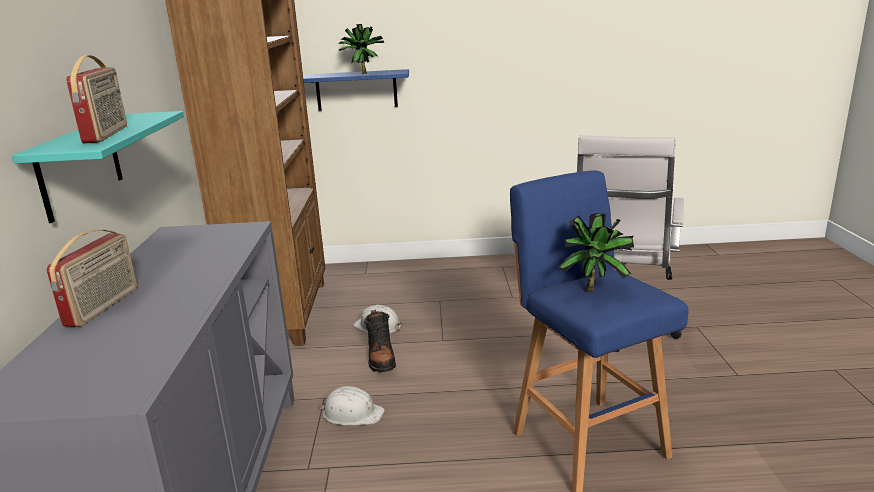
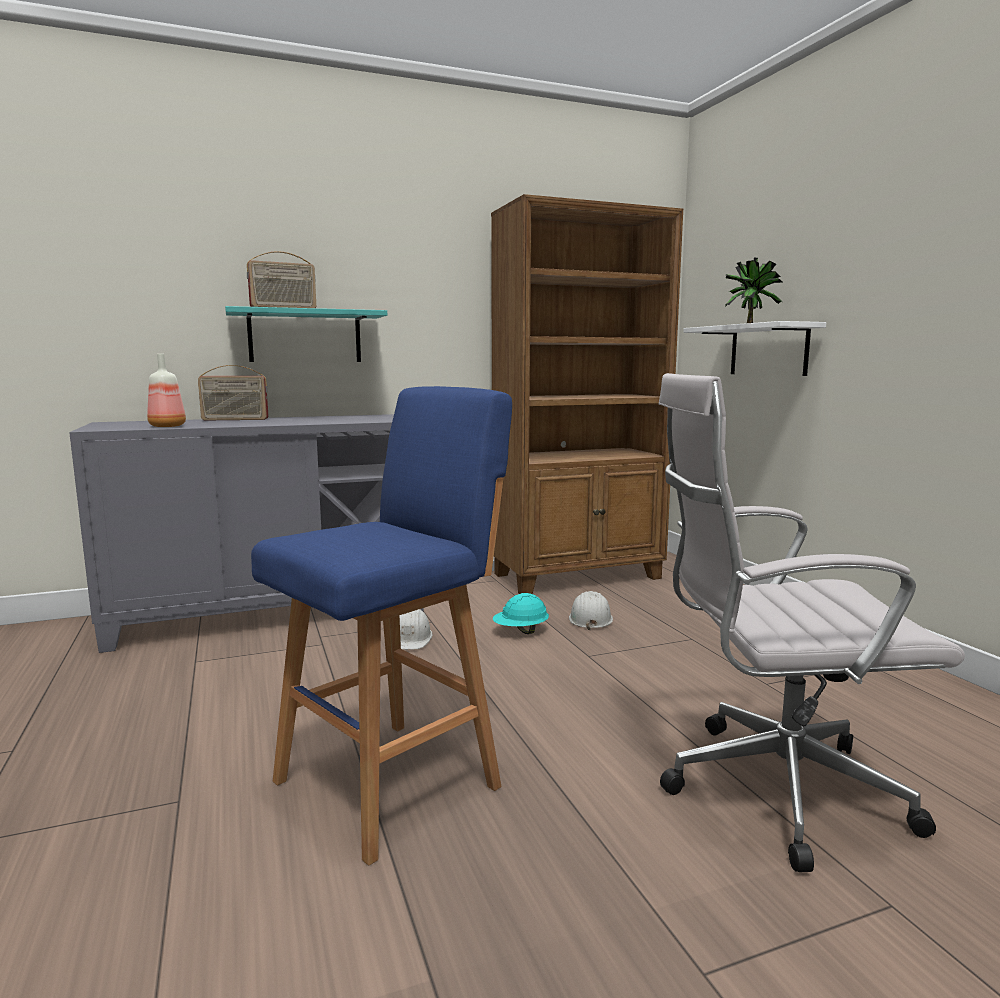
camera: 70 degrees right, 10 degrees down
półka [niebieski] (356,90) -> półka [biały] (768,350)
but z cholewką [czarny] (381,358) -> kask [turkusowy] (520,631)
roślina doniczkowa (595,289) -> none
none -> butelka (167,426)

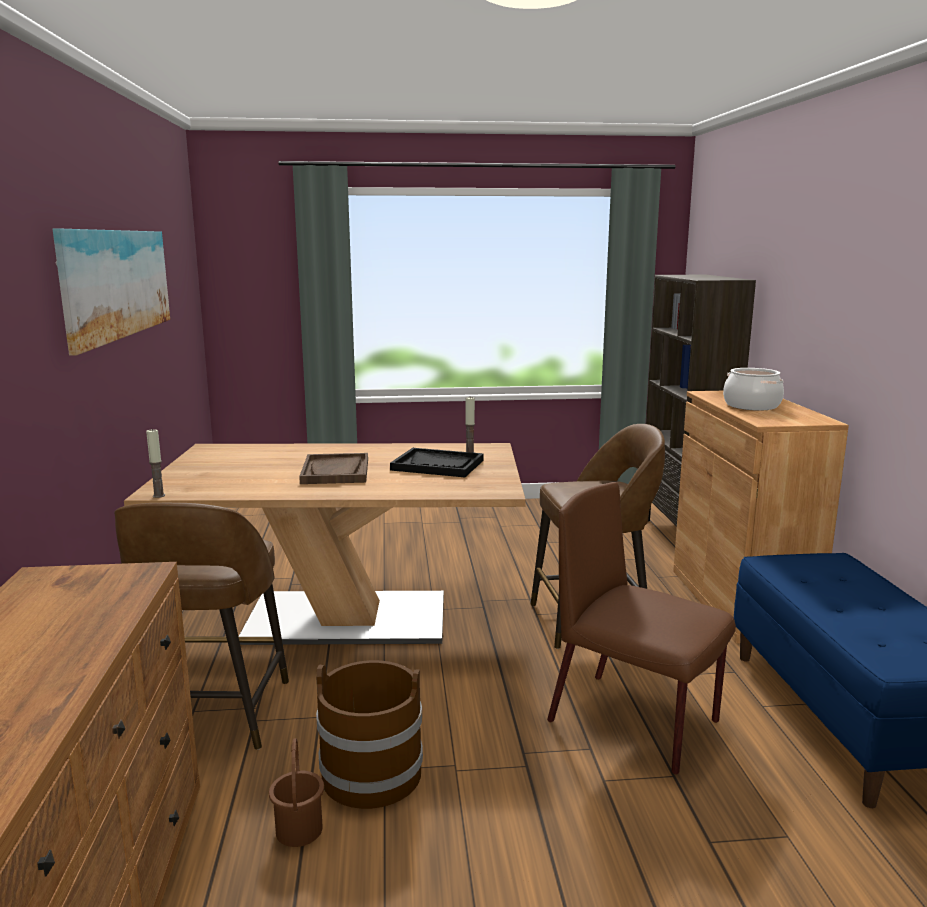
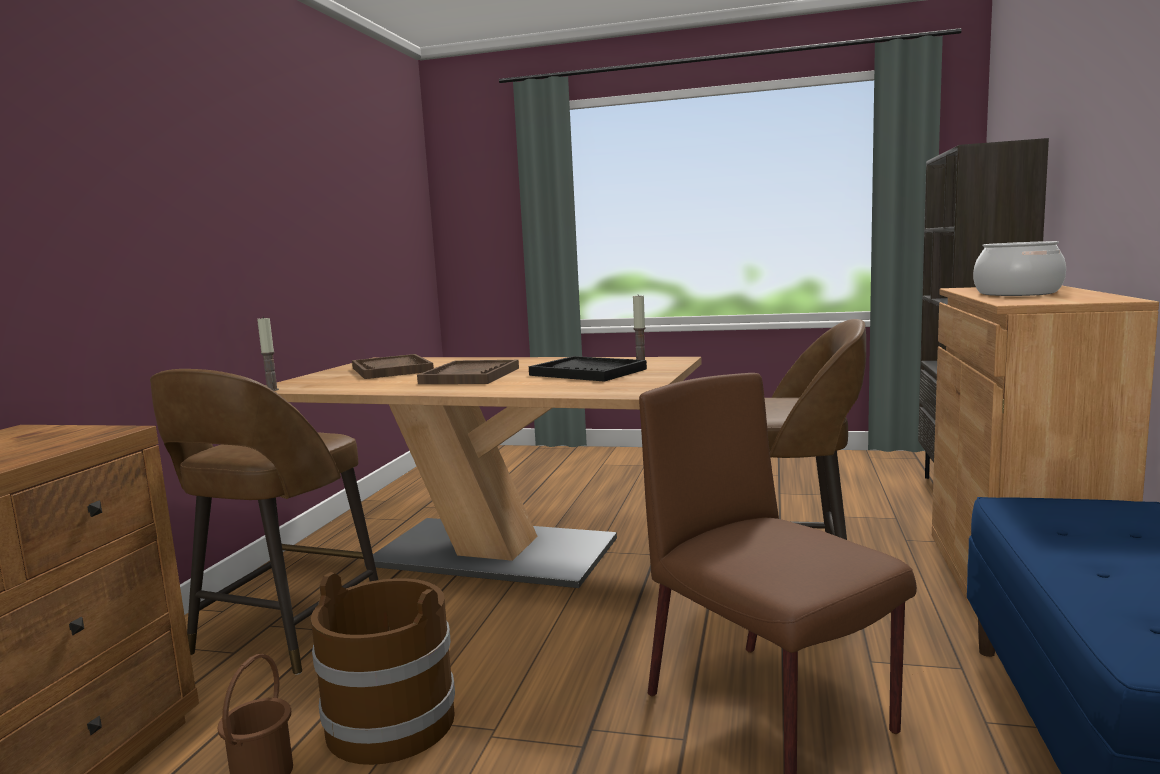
camera: 20 degrees right, 5 degrees down
obraz (115,283) -> none
none -> taca [brązowy] (392,369)

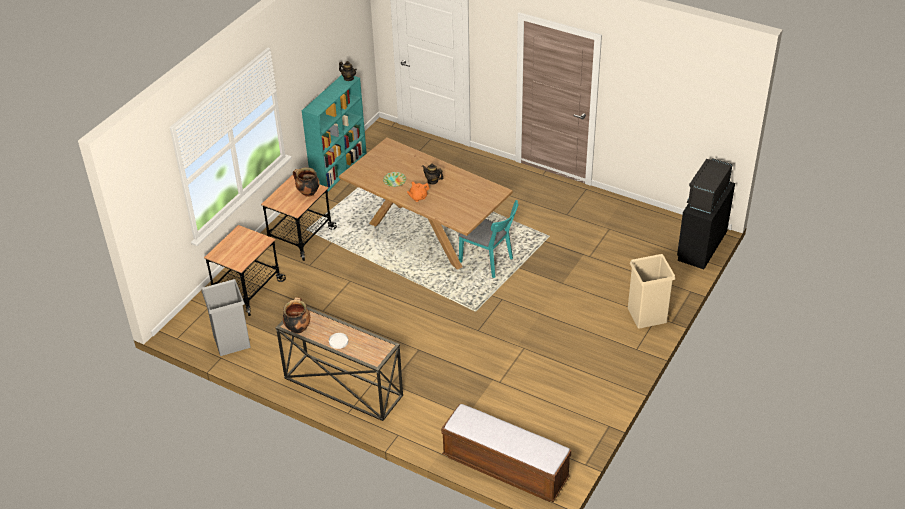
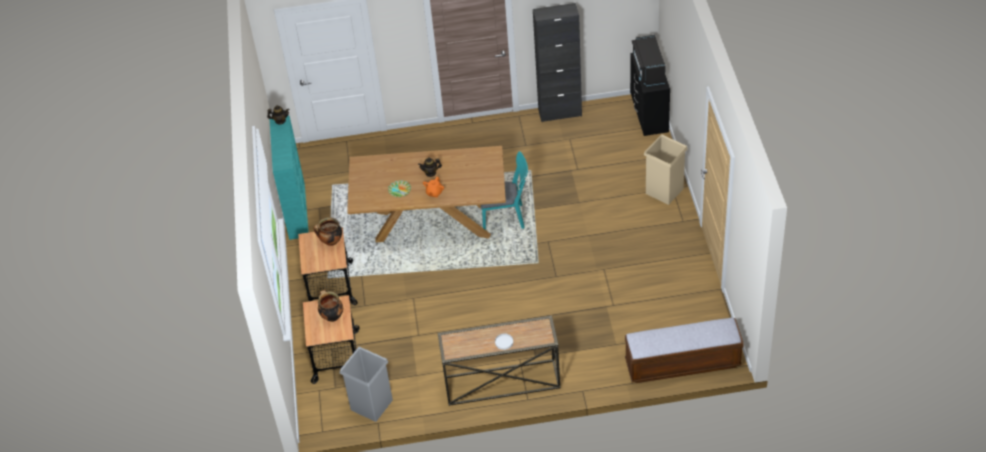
camera: 35 degrees left, 5 degrees up
garnek (298,328) -> garnek (331,316), move
none -> szafka [czarny] (560,113)

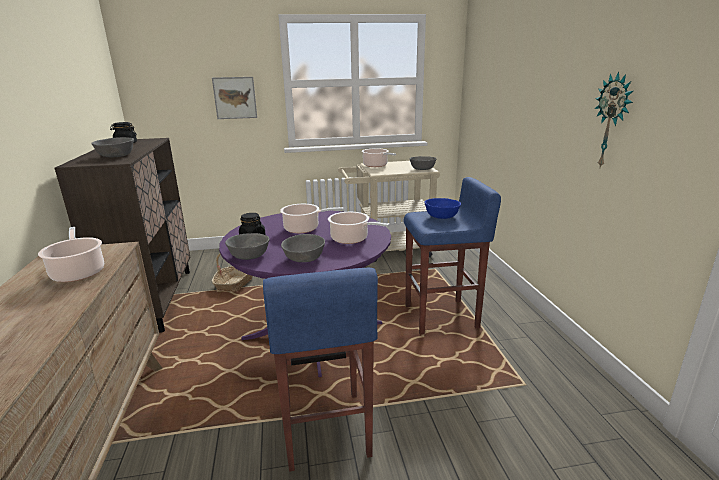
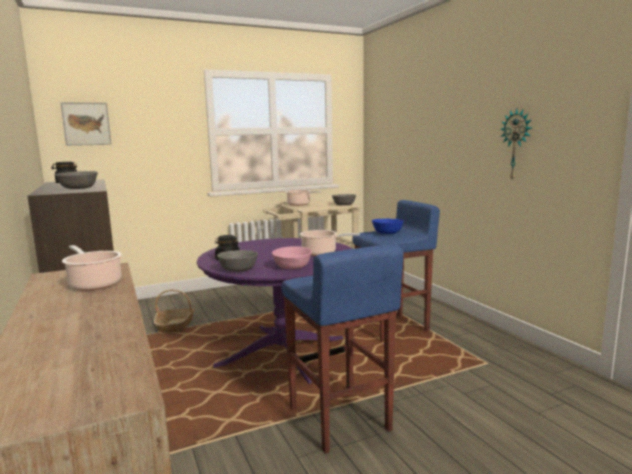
camera: 15 degrees left, 10 degrees down
obraz (235,98) -> obraz (86,124), move
garnek (304,228) -> none
miska [szary] (304,258) -> miska [różowy] (292,267)

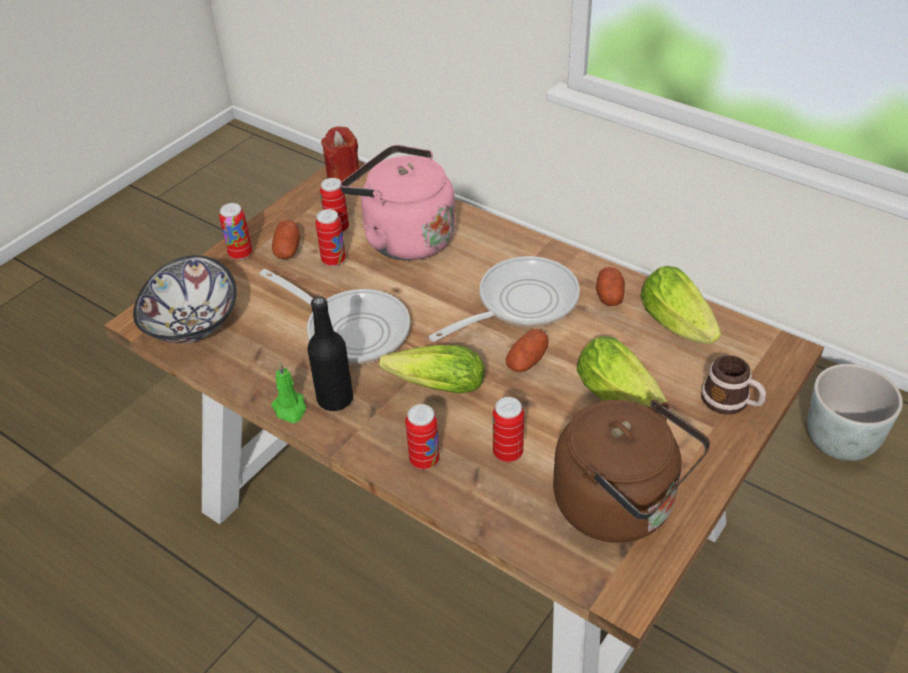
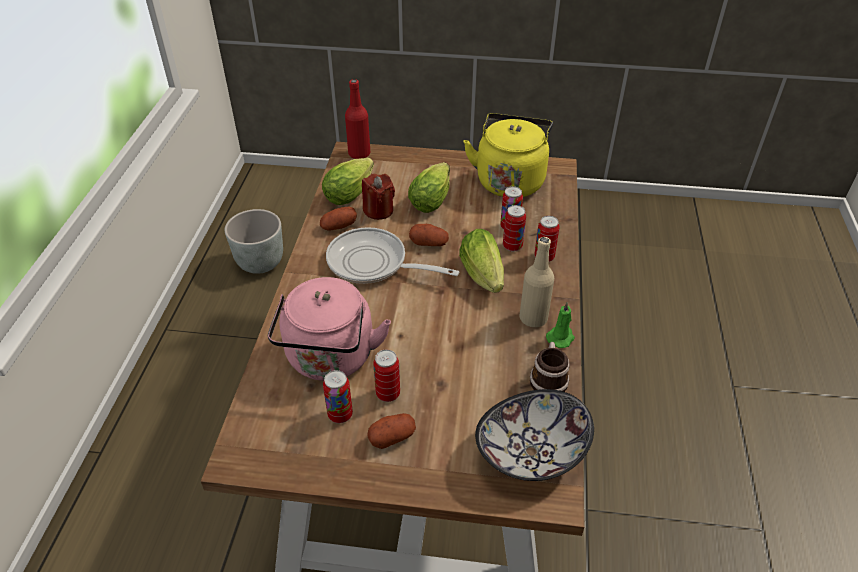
camera: 120 degrees left, 0 degrees up
puszka (240,254) -> puszka (512,246), move
patelnia (351,329) -> none
butelka [czarny] (335,399) -> butelka [beżowy] (533,318)
świeca [czerwony] (343,175) -> świeca [czerwony] (378,210), move
czajnik [brązowy] (620,506) -> czajnik [żółty] (510,180)
kubek (731,402) -> kubek (548,378), move
none -> butelka [czerwony] (359,154)

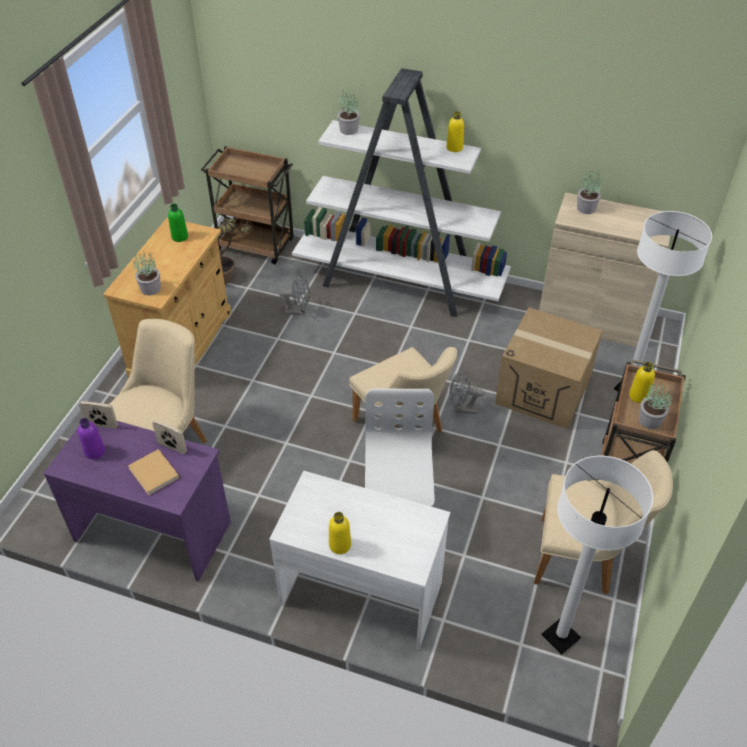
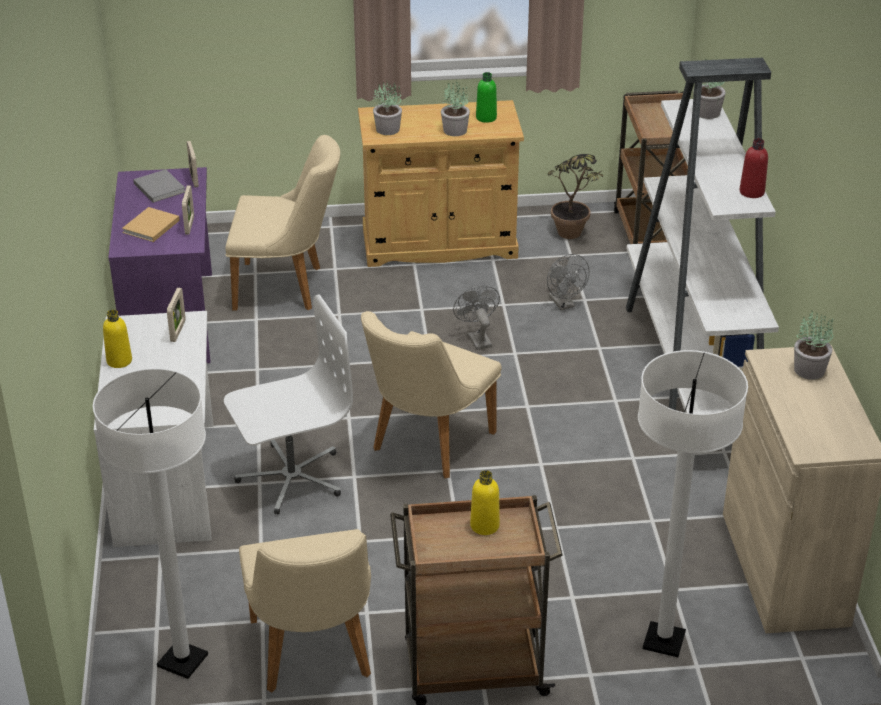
camera: 65 degrees right, 10 degrees down
butelka [fioletowy] (95,451) -> książka [szary] (159,187)
butelka [żółty] (454,148) -> butelka [czerwony] (751,192)
wentylator [szary] (462,408) -> wentylator [szary] (477,338), move
karton (543,390) -> none
roślina doniczkowa (649,420) -> roślina doniczkowa (454,130), move
none -> ramka na zdjęcie (178,331)

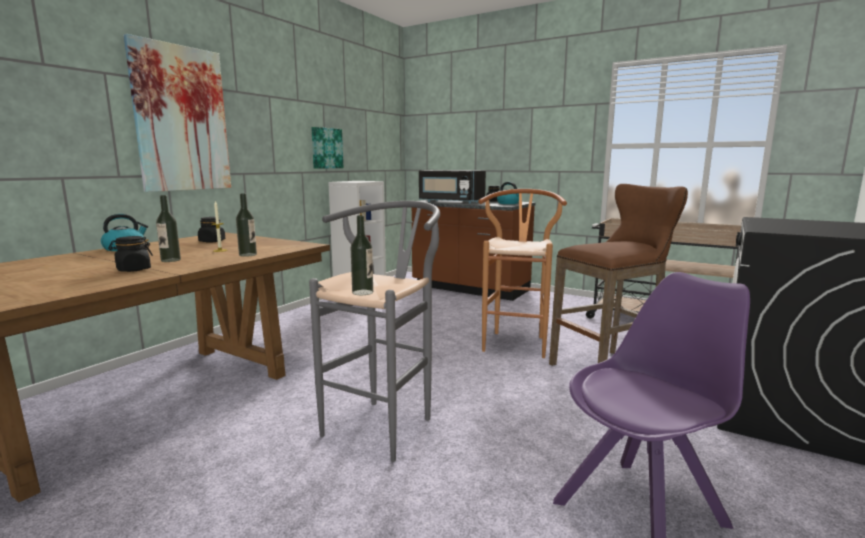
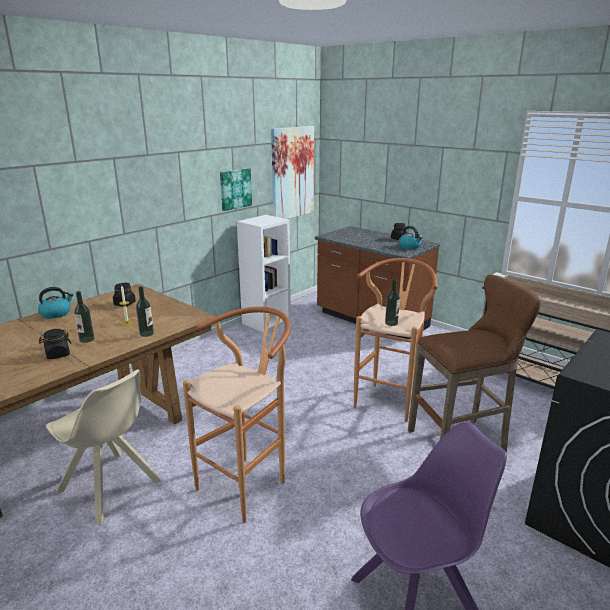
camera: 10 degrees right, 10 degrees up
obraz (181,119) -> obraz (292,173), move
stołek [szary] (385,423) -> stołek [brązowy] (248,482)
butelka (362,292) -> butelka (391,323), move
mikrofalówka [czarny] (450,202) -> none
none -> krzesło [beżowy] (111,487)

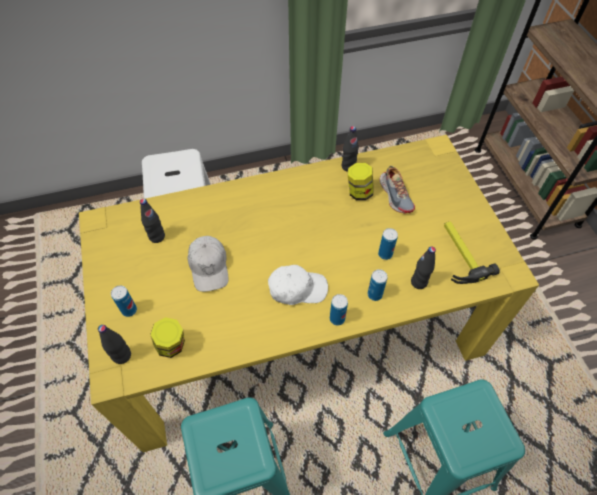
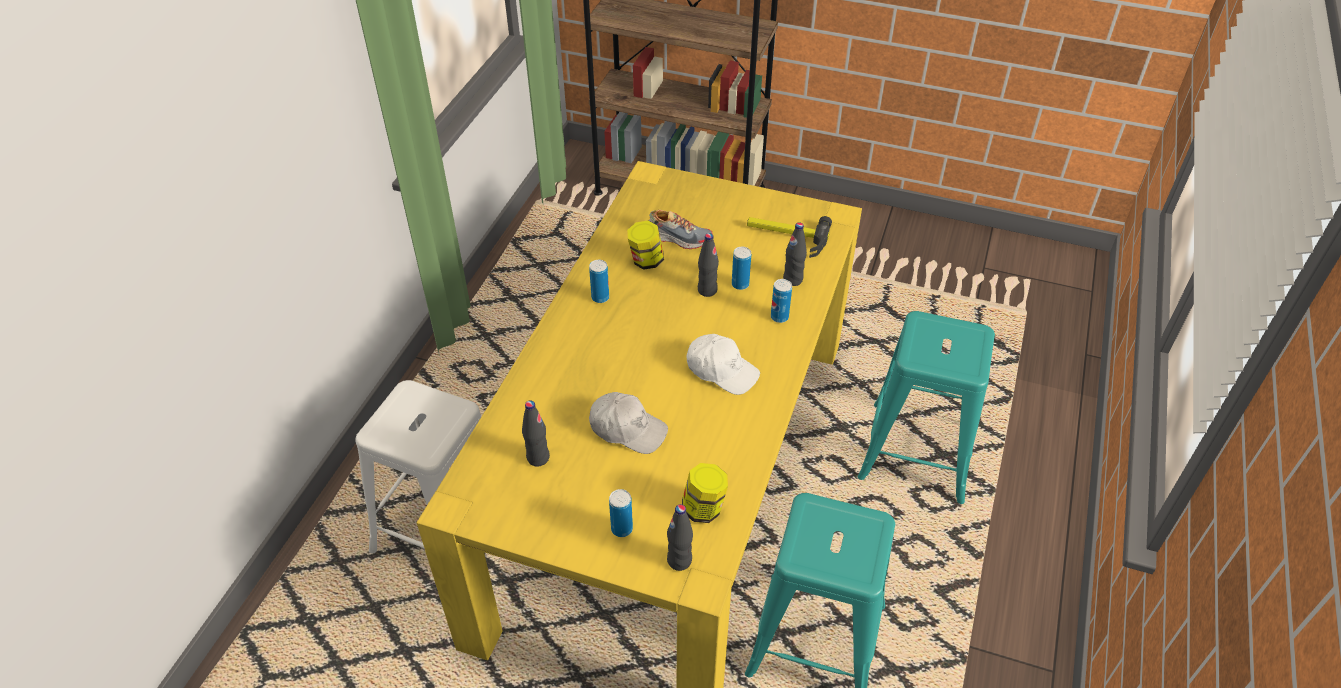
camera: 55 degrees left, 10 degrees down
czapka z daszkiem [biały] (297,288) -> czapka z daszkiem [biały] (722,370), 90 degrees clockwise
puszka (337,319) -> puszka (600,297), move
butelka [czarny] (348,166) -> butelka [czarny] (707,290), move

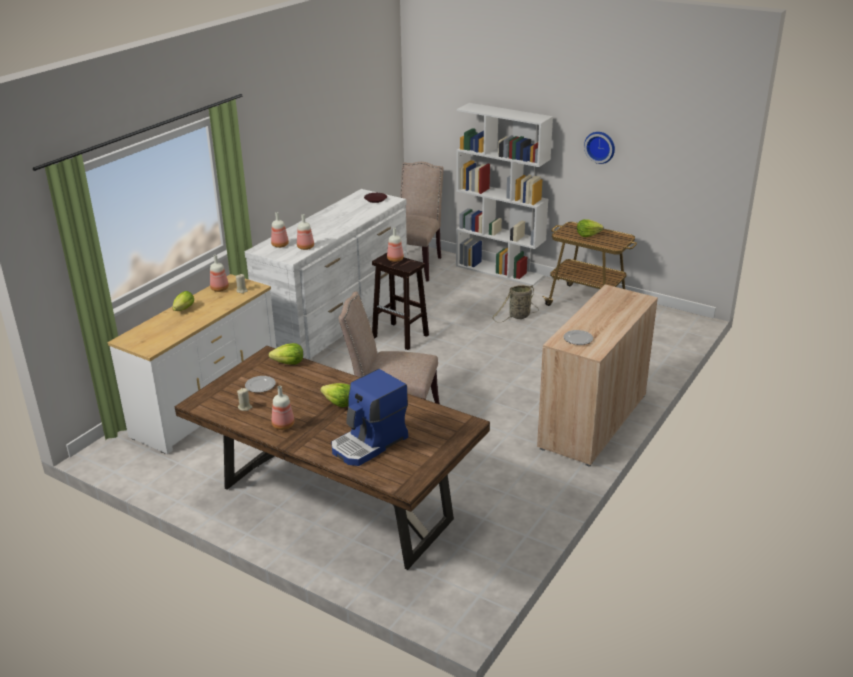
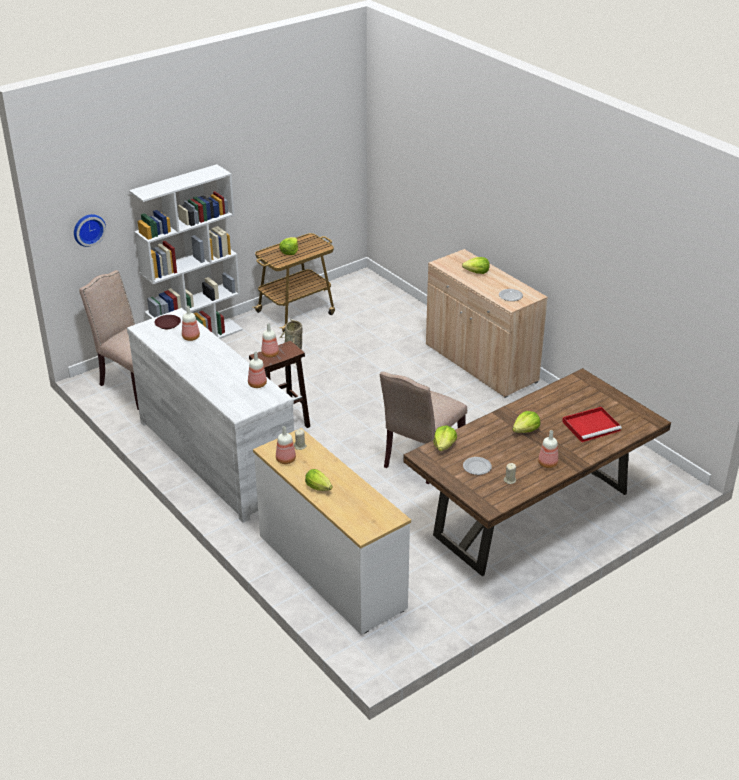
camera: 70 degrees left, 5 degrees up
butelka (280,245) -> butelka (190,337), move
ekspres do kawy (370,444) -> taca [czerwony] (592,426)
zegar ścienny (600,147) -> zegar ścienny (88,229), move
none -> sałata (477,272)

